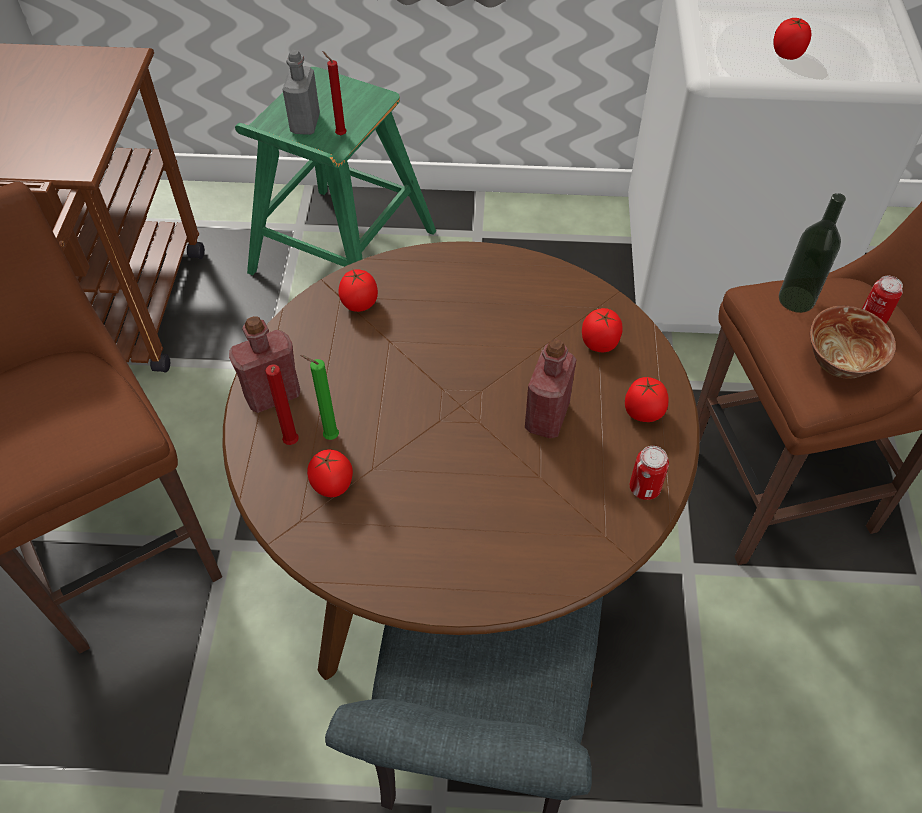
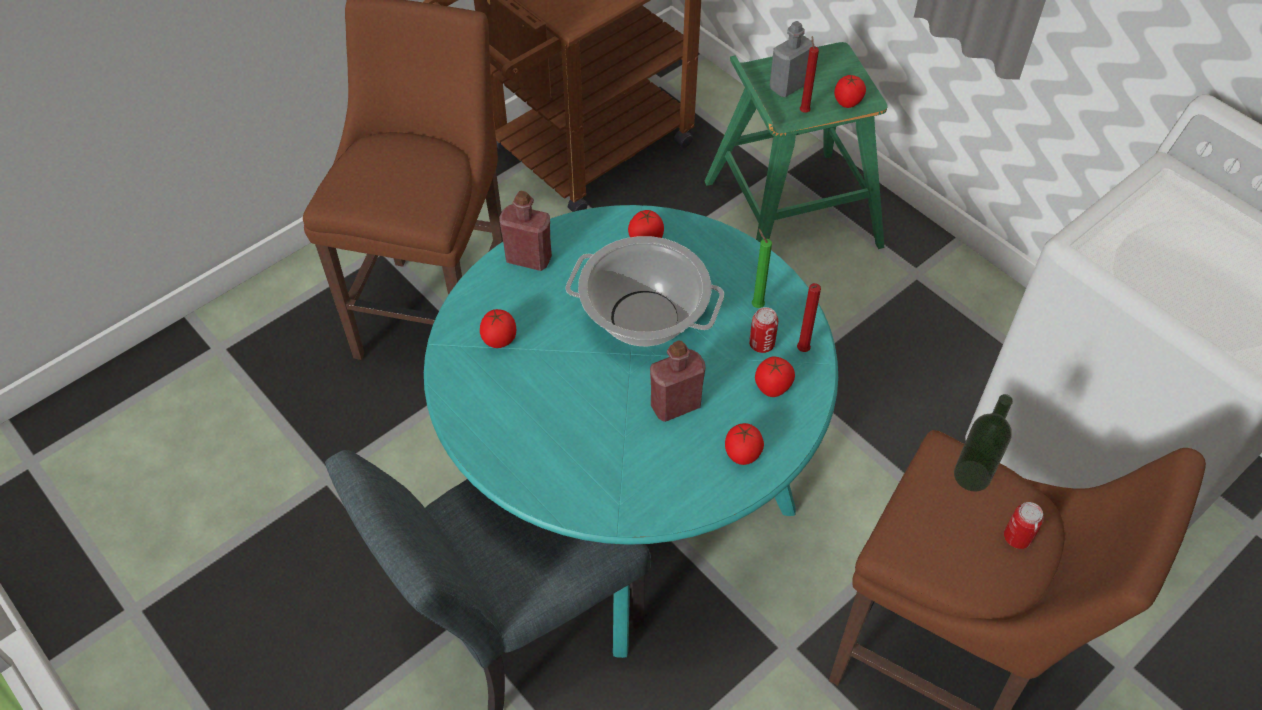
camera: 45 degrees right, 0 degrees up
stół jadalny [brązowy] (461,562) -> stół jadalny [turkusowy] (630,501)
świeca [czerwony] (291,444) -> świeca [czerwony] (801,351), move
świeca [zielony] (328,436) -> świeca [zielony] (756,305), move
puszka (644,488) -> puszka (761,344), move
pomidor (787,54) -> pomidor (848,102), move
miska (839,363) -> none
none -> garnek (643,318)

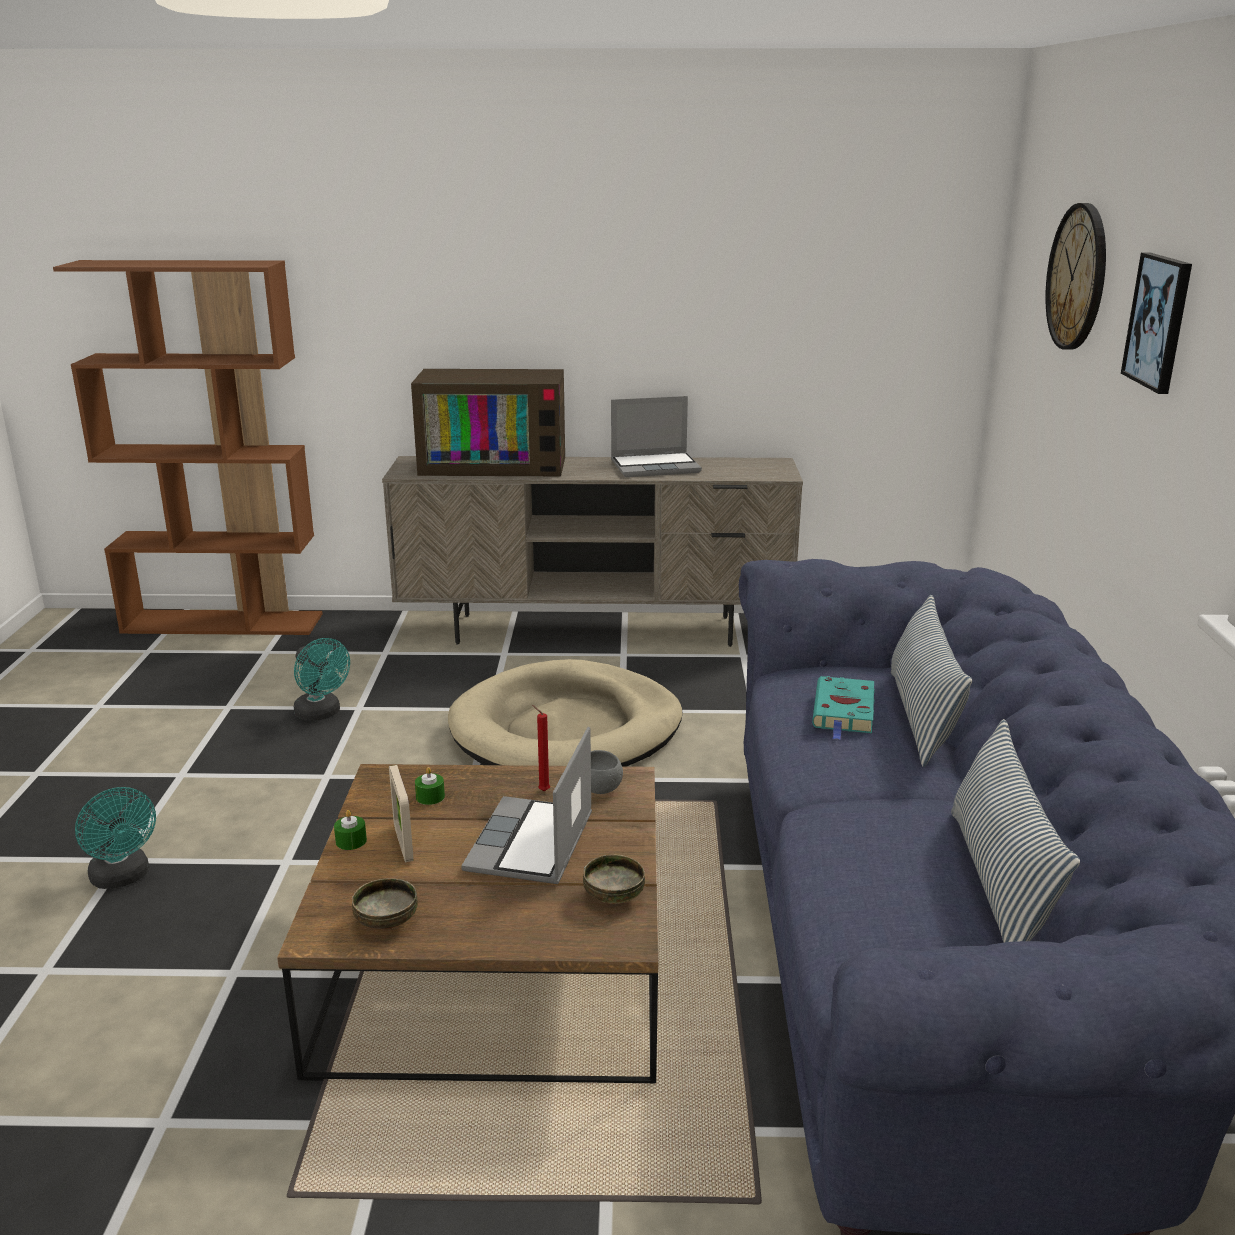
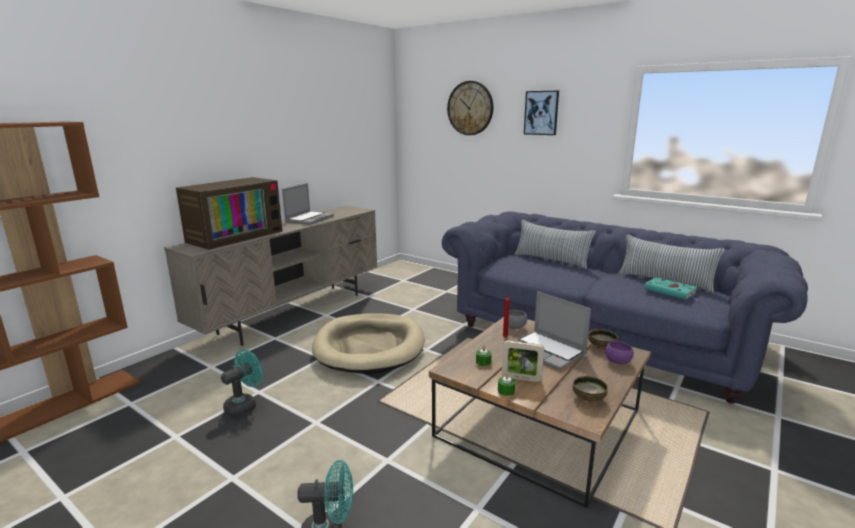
camera: 55 degrees left, 5 degrees down
wentylator [turkusowy] (321,714) -> wentylator [turkusowy] (244,405), 45 degrees counterclockwise
książka [turkusowy] (844,712) -> książka [turkusowy] (671,292), move
none -> miska [fioletowy] (617,362)

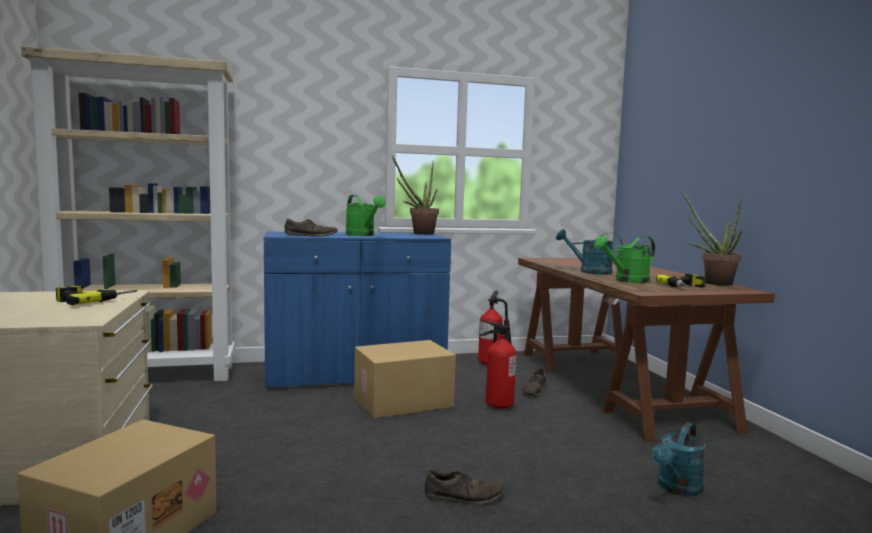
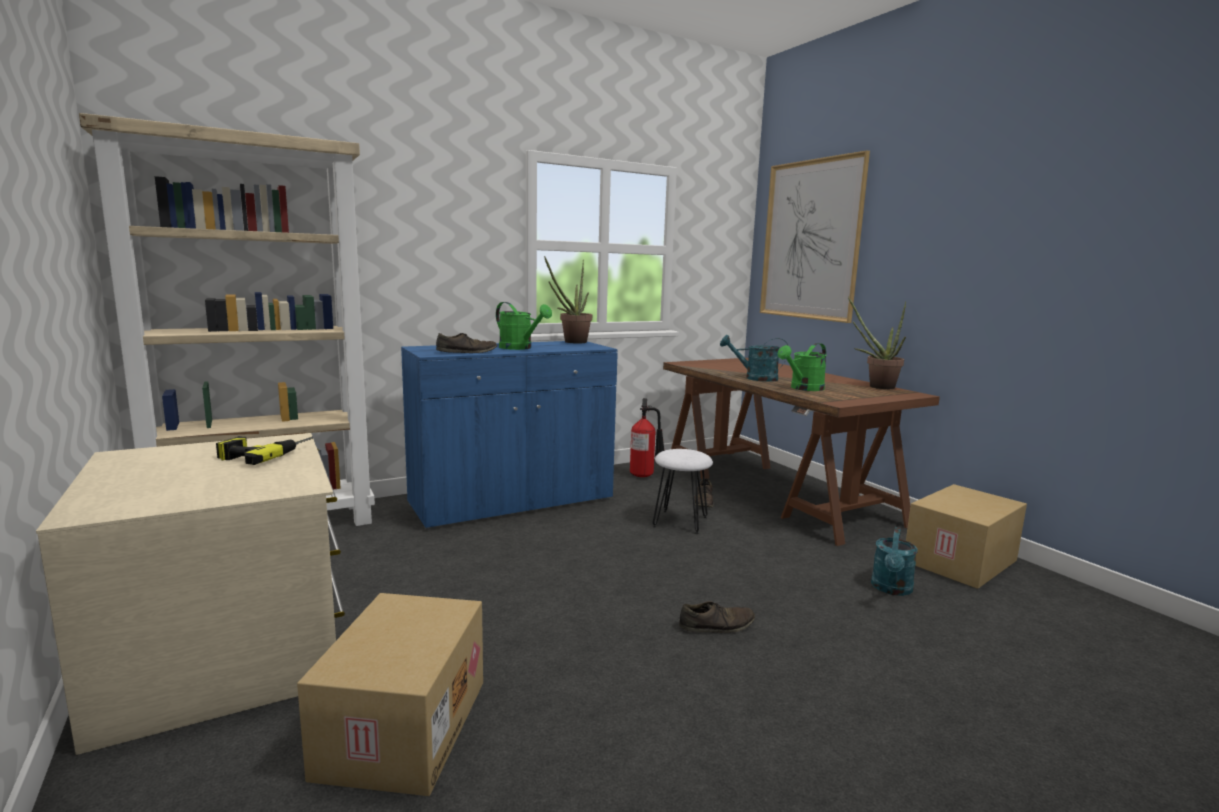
camera: 15 degrees left, 5 degrees up
karton (403,402) -> karton (961,562), move
gaśnica (496,405) -> stołek [biały] (679,522)
wiertarka (687,287) -> none
none -> obraz (810,240)

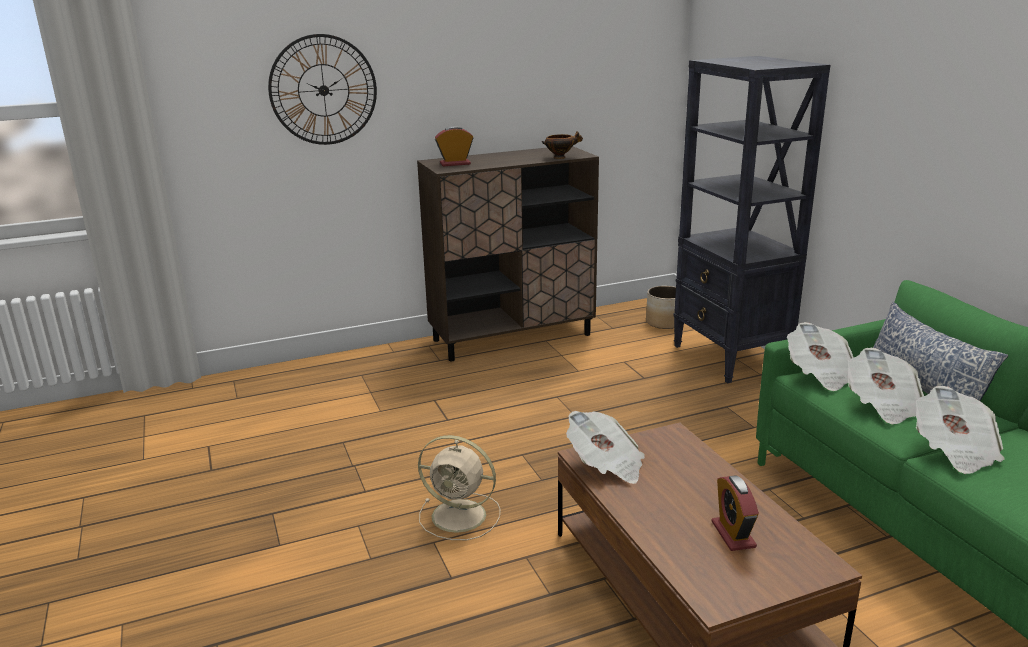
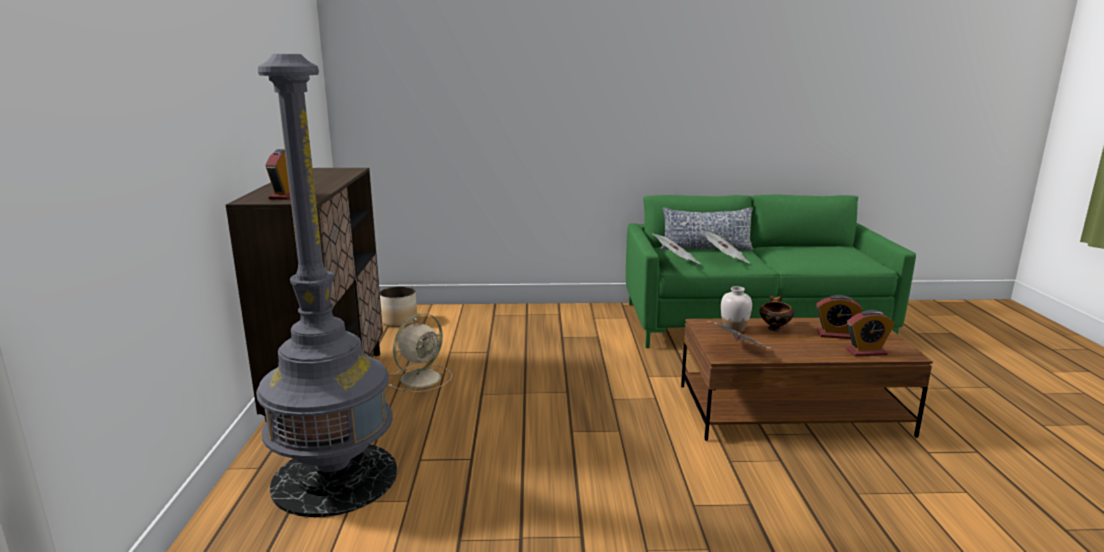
camera: 70 degrees left, 5 degrees down
zegar ścienny (323,90) -> none
wentylator [beżowy] (461,516) -> wentylator [beżowy] (422,378), move
miska (561,157) -> miska (774,328), move
regał [czarny] (730,358) -> none
gazeta (954,450) -> none
none -> lampa stojąca [szary] (335,478)
none -> wazon [biały] (734,329)
none -> budzik (866,352)

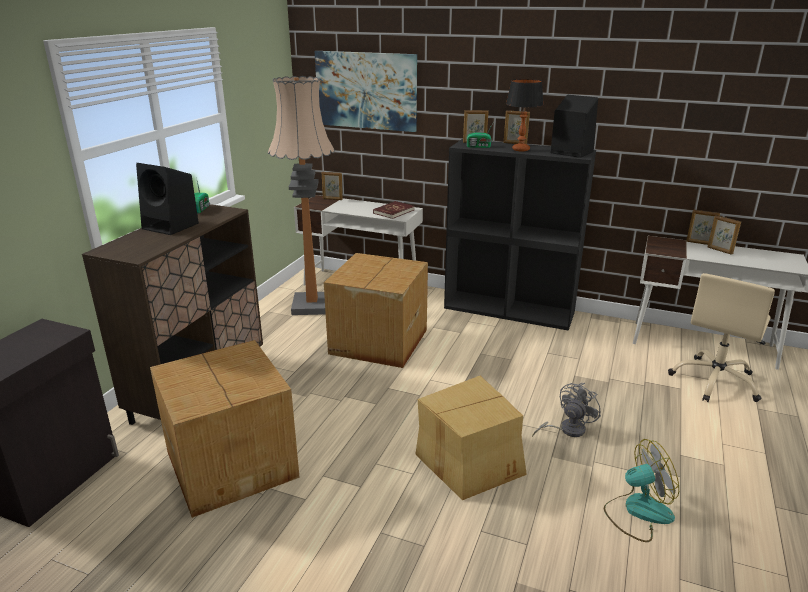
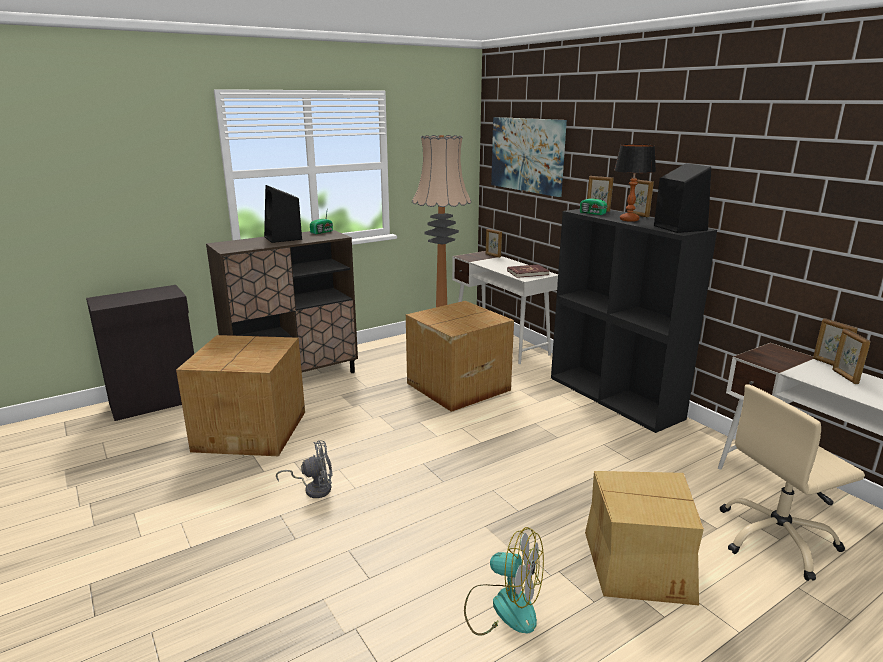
camera: 35 degrees right, 5 degrees down
karton (470,461) -> karton (640,563), move
wentylator [szary] (566,430) -> wentylator [szary] (314,489), move

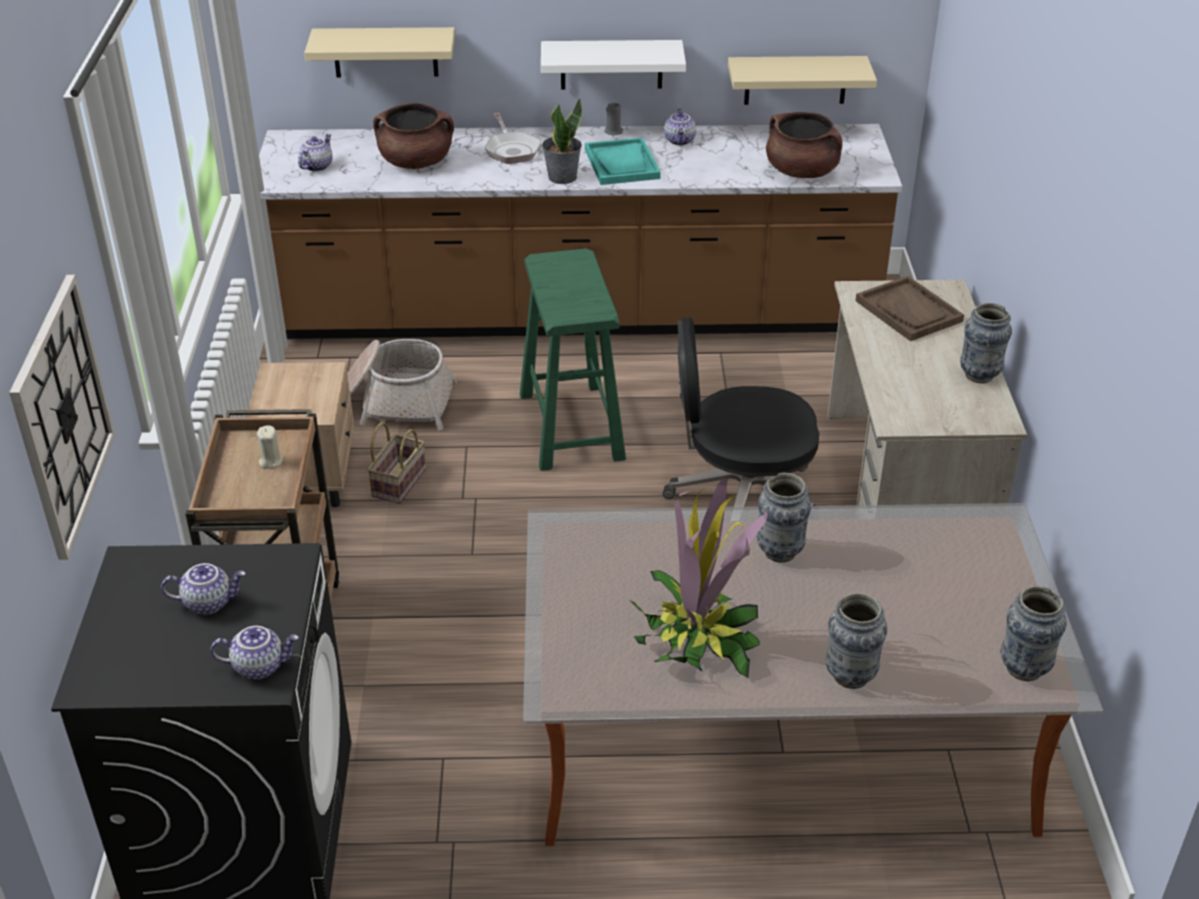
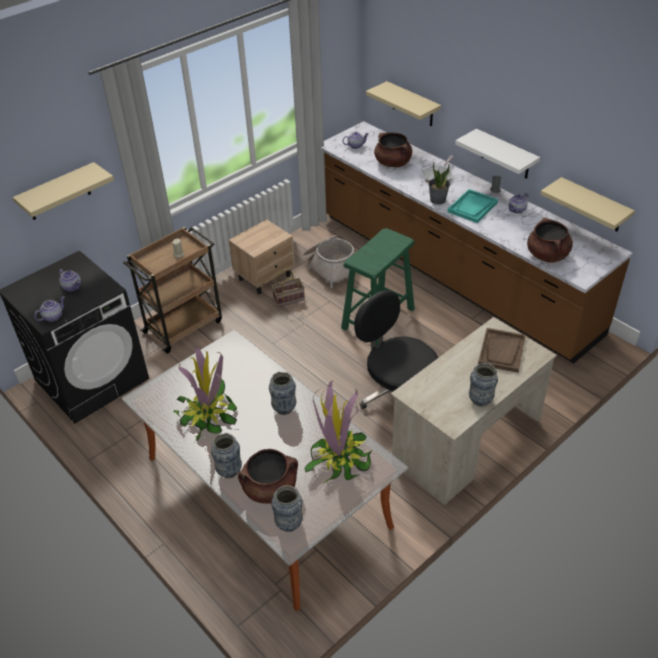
camera: 50 degrees right, 5 degrees up
zegar ścienny (62,415) -> półka [beżowy] (58,192)
imbryk (259,666) -> imbryk (53,316), 90 degrees counterclockwise
none -> garnek [brązowy] (270,488)
none -> roślina doniczkowa (339,459)

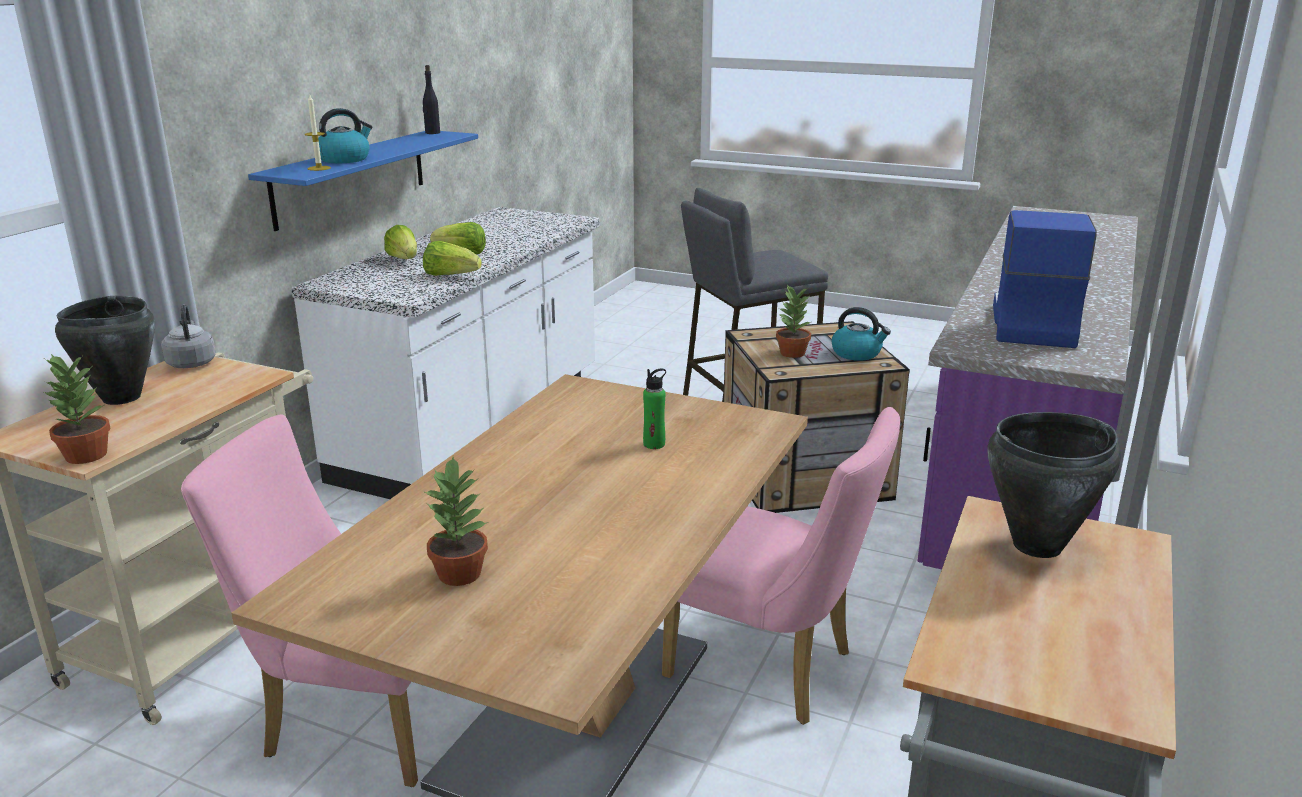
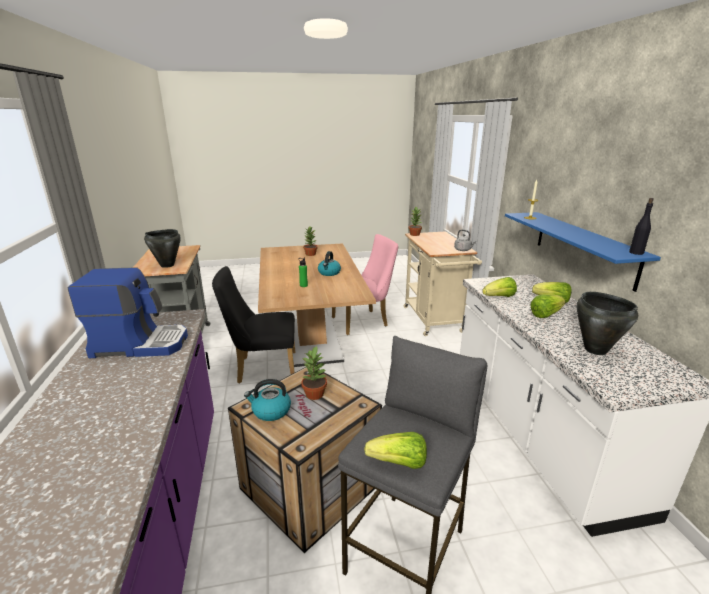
camera: 145 degrees right, 0 degrees up
garnek [czarny] (120,398) -> garnek [czarny] (595,349), move
czajnik (345,159) -> czajnik (329,273), move
krzesło [różowy] (772,670) -> krzesło [czarny] (262,369)
ekspres do kawy (1030,325) -> ekspres do kawy (141,344), 75 degrees counterclockwise
none -> sałata (399,463)

